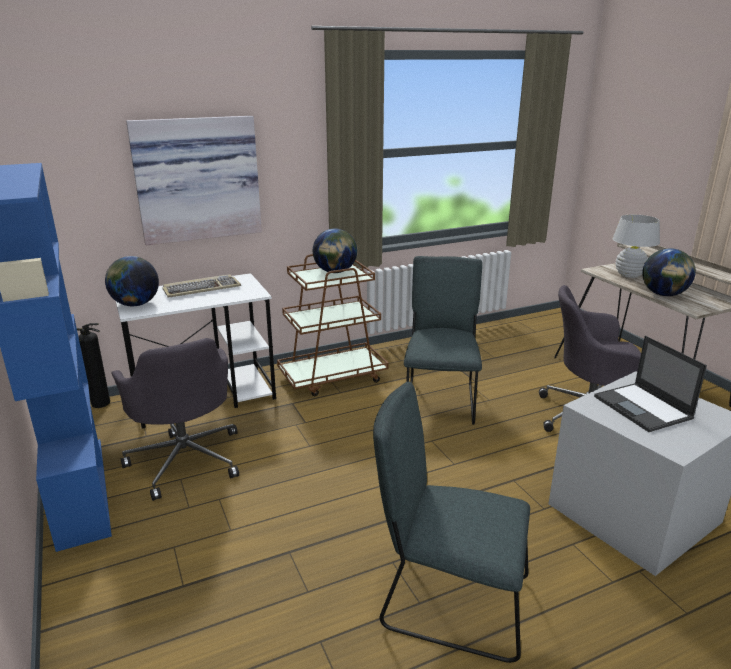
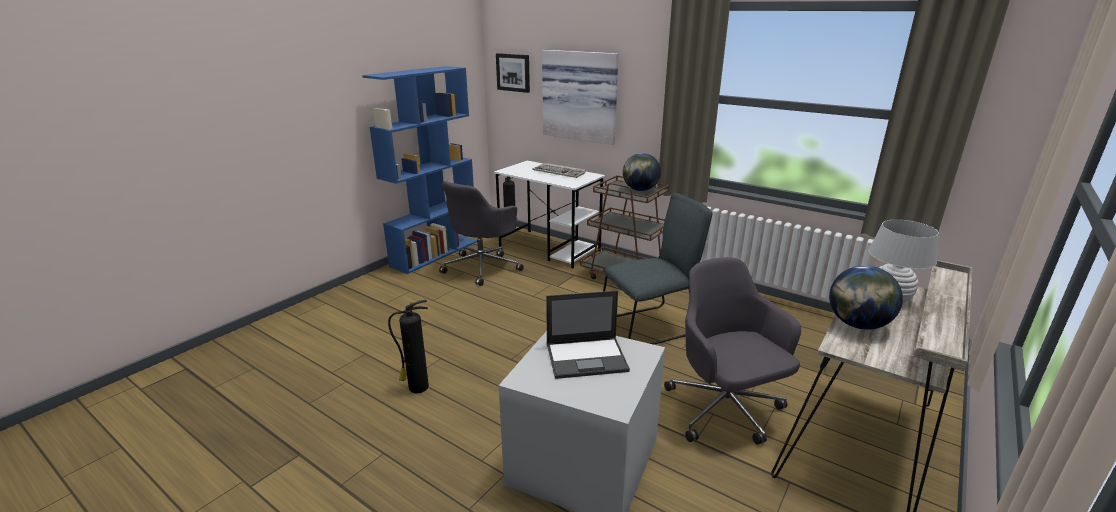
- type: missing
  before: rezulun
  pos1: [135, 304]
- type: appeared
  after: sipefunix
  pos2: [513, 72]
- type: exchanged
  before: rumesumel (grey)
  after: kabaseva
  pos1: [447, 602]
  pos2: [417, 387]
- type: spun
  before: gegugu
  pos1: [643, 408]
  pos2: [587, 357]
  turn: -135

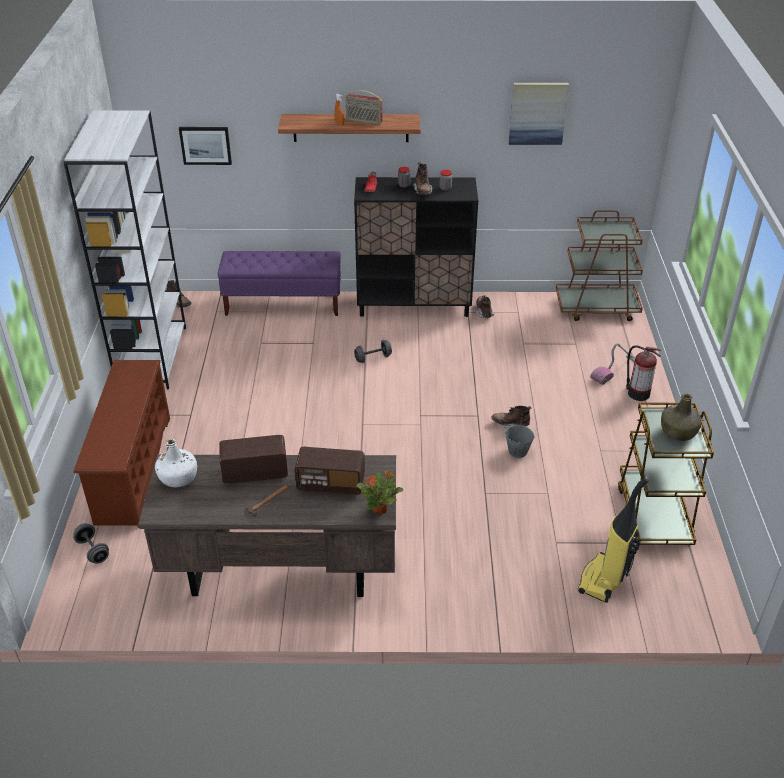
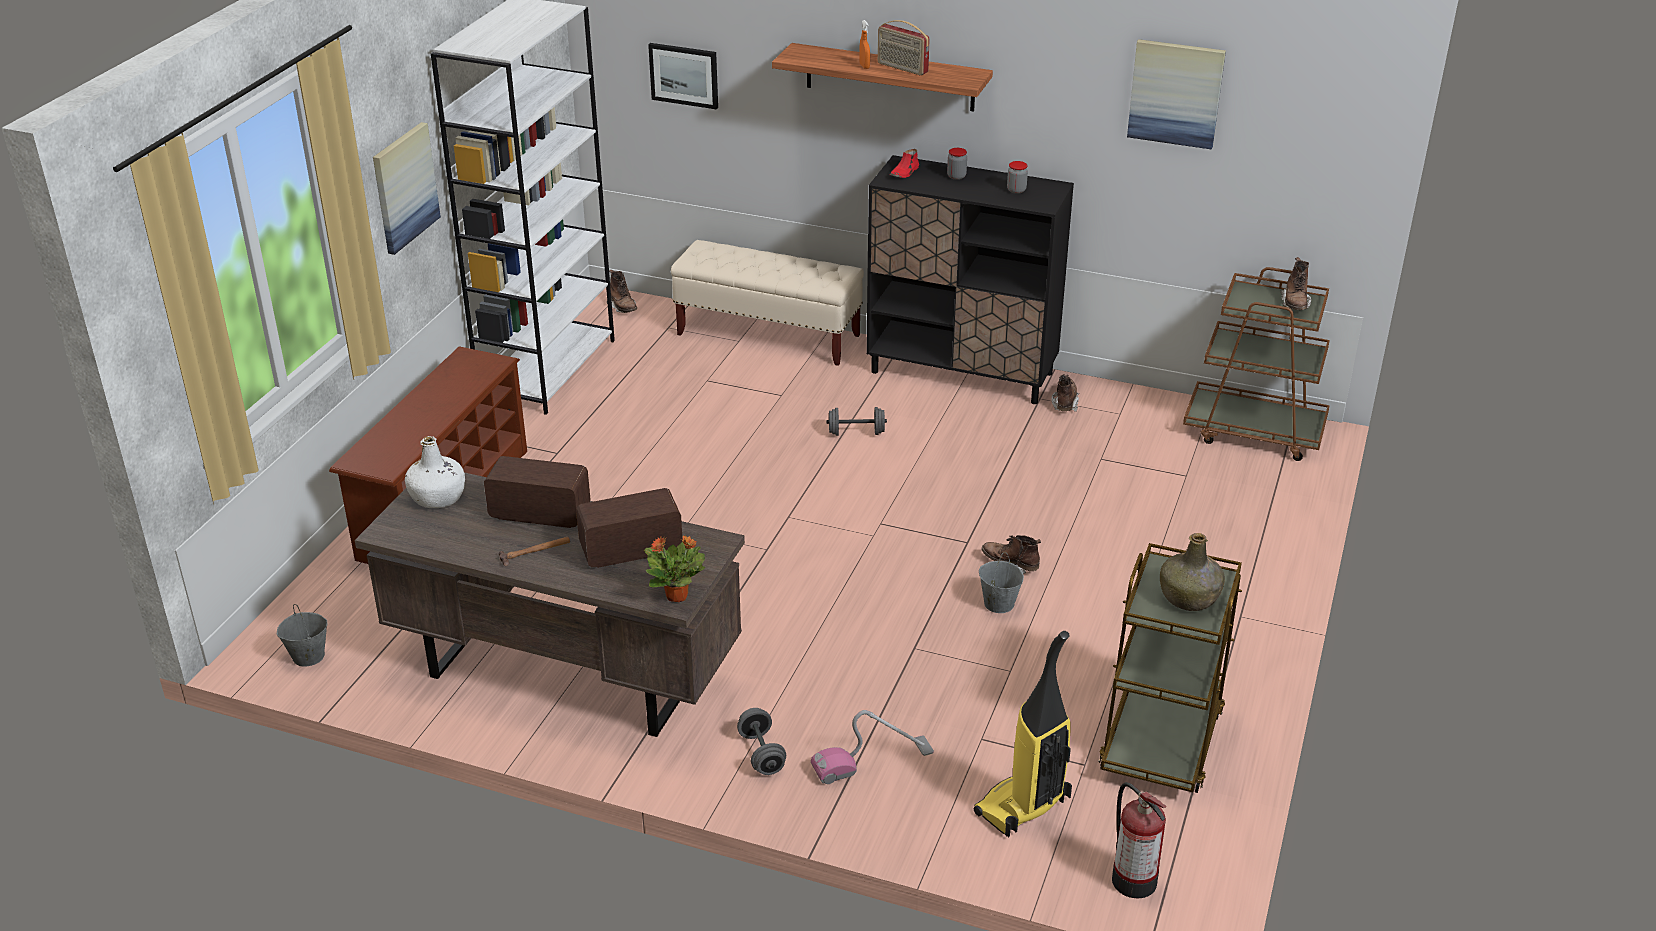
- type: appeared
  after: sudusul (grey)
  pos2: [308, 656]
- type: appeared
  after: sipefunix
  pos2: [404, 187]
- type: relocated
  before: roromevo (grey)
  pos1: [93, 550]
  pos2: [761, 754]
- type: relocated
  before: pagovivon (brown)
  pos1: [423, 191]
  pos2: [1295, 304]
- type: relocated
  before: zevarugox
  pos1: [615, 370]
  pos2: [872, 761]
- type: relocated
  before: kabaseva
  pos1: [637, 393]
  pos2: [1132, 878]
- type: colour
  before: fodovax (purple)
  after: fodovax (beige)
  pos1: [283, 304]
  pos2: [769, 336]
- type: spun
  before: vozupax
  pos1: [331, 483]
  pos2: [631, 550]
  turn: 135

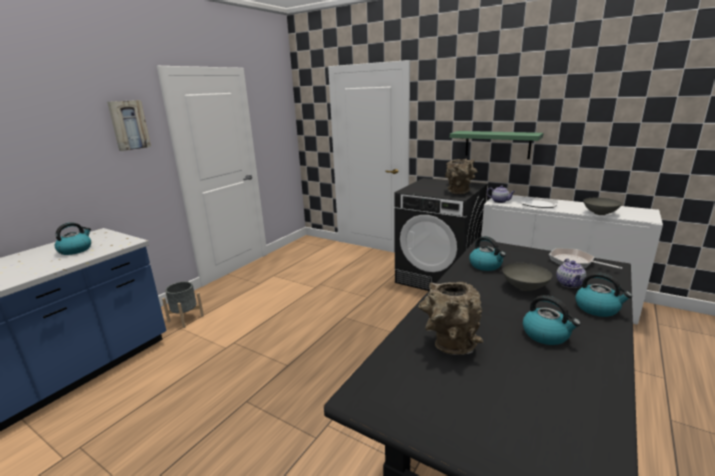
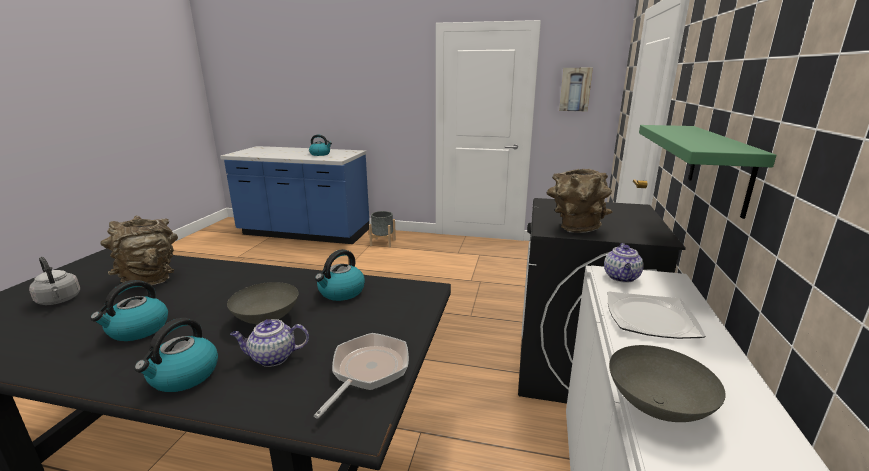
- type: appeared
  after: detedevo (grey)
  pos2: [59, 300]
- type: relocated
  before: sipefunix
  pos1: [128, 125]
  pos2: [575, 89]

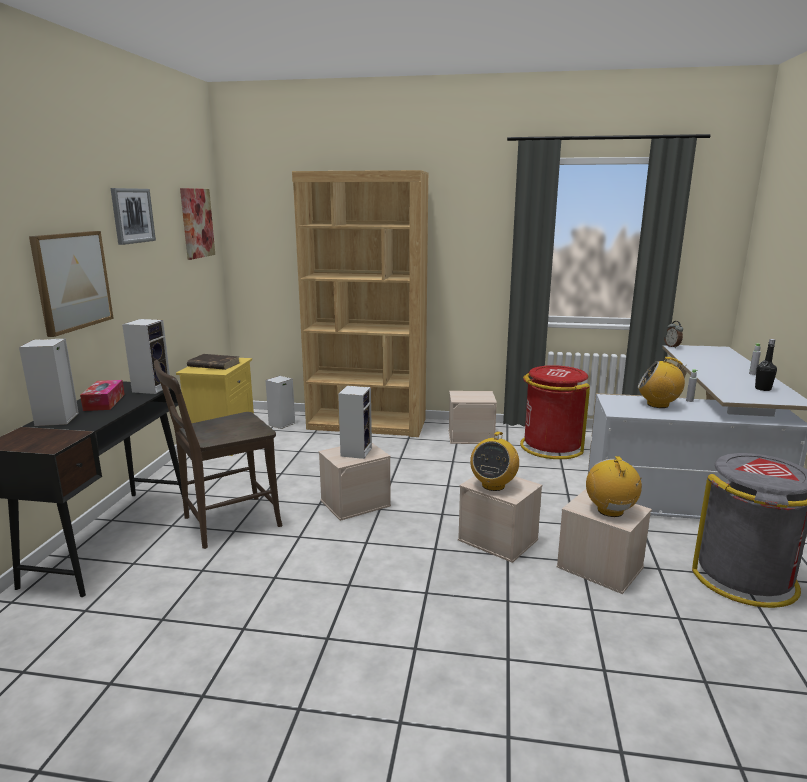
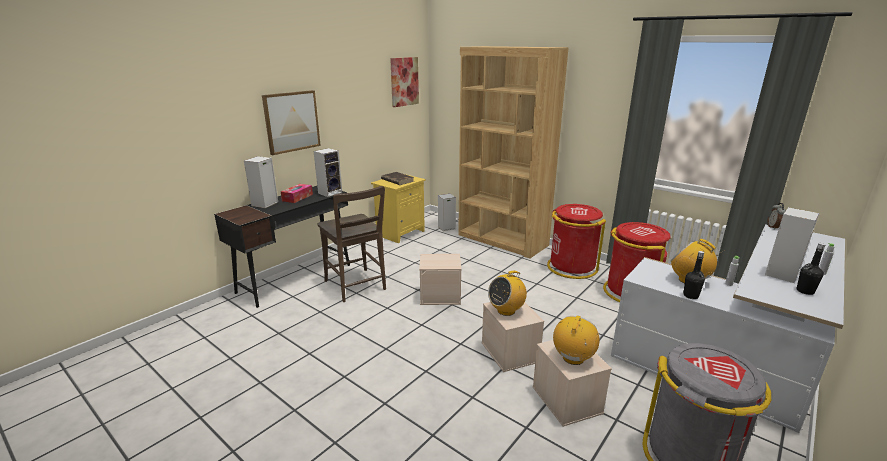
- type: missing
  before: sipefunix
  pos1: [132, 215]
- type: appeared
  after: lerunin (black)
  pos2: [690, 296]
- type: relocated
  before: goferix
  pos1: [356, 451]
  pos2: [781, 273]
- type: exchanged
  before: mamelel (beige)
  after: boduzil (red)
  pos1: [471, 436]
  pos2: [571, 267]
- type: spun
  before: rumesumel (brown)
  pos1: [226, 523]
  pos2: [356, 286]
  turn: -120

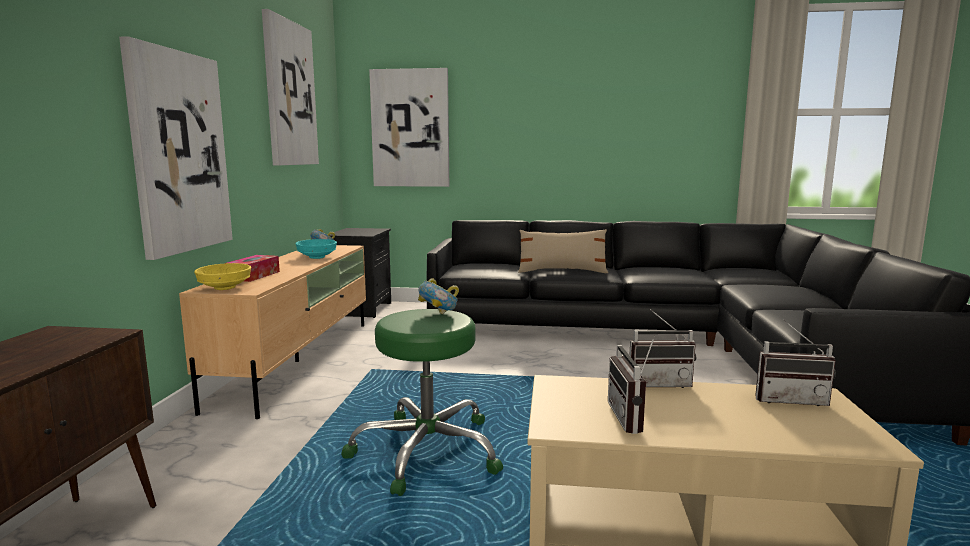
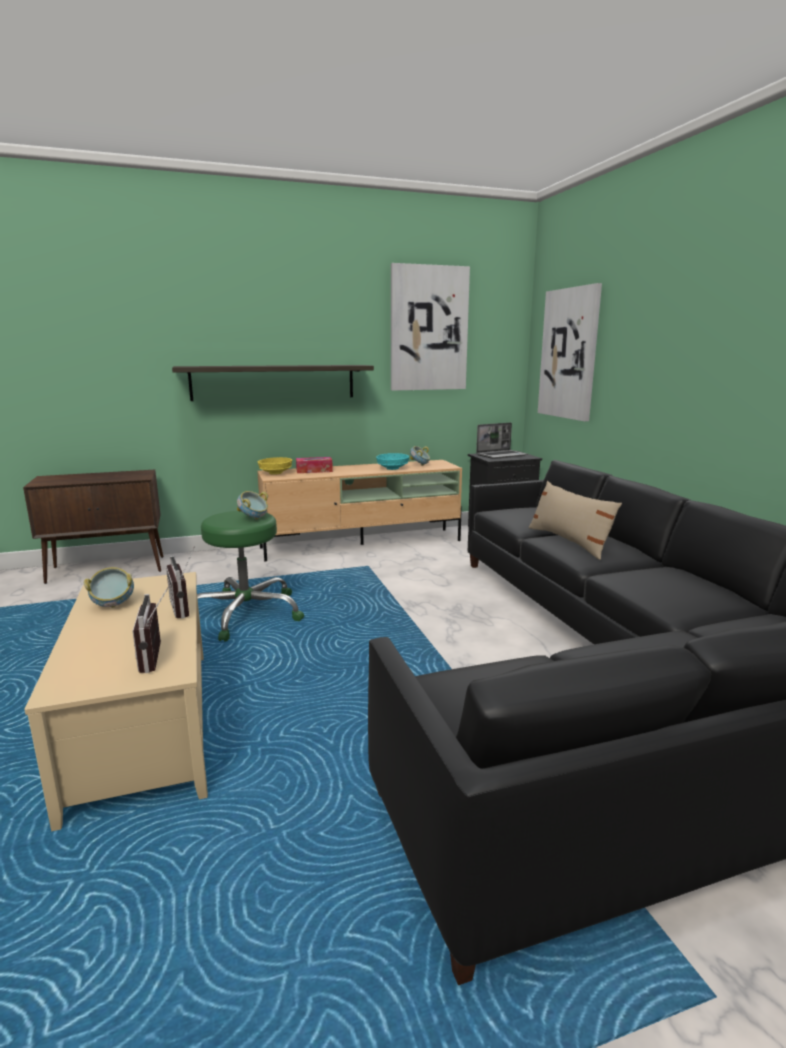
- type: appeared
  after: gegugu
  pos2: [501, 455]
- type: exchanged
  before: sipefunix
  after: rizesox
  pos1: [179, 152]
  pos2: [273, 382]
- type: exchanged
  before: vozupax
  after: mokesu
  pos1: [633, 418]
  pos2: [113, 605]

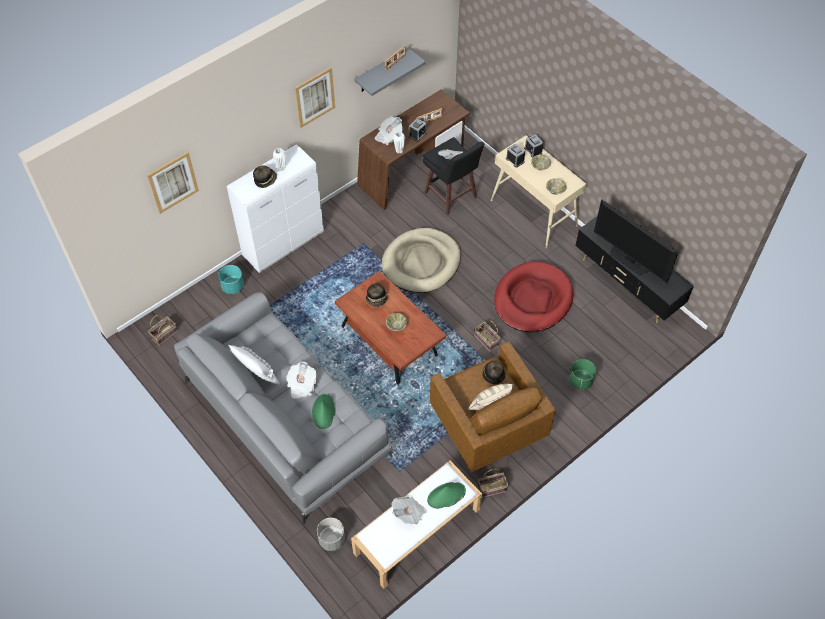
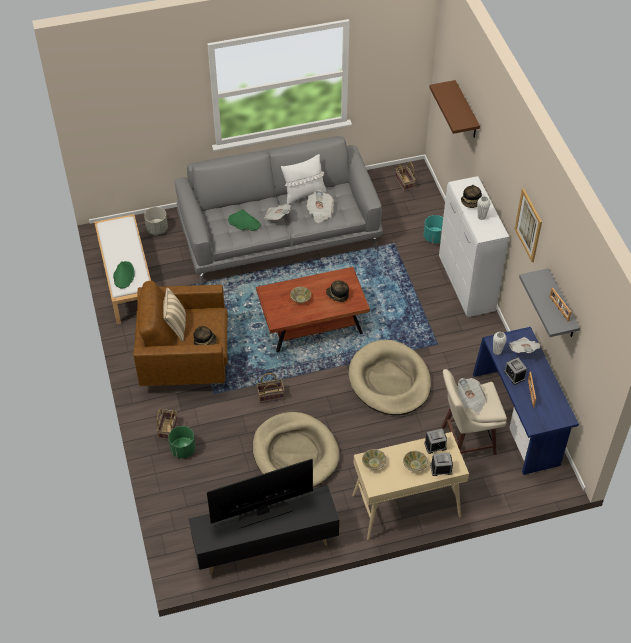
- type: relocated
  before: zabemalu
  pos1: [409, 513]
  pos2: [320, 212]
- type: relocated
  before: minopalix
  pos1: [491, 489]
  pos2: [167, 428]
- type: exchanged
  before: sipefunix
  after: rizesox (brown)
  pos1: [173, 182]
  pos2: [466, 111]
- type: colour
  before: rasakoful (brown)
  after: rasakoful (blue)
  pos1: [412, 171]
  pos2: [518, 419]
- type: colour
  before: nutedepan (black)
  after: nutedepan (beige)
  pos1: [451, 196]
  pos2: [466, 440]
- type: colour
  before: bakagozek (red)
  after: bakagozek (beige)
  pos1: [532, 299]
  pos2: [295, 453]

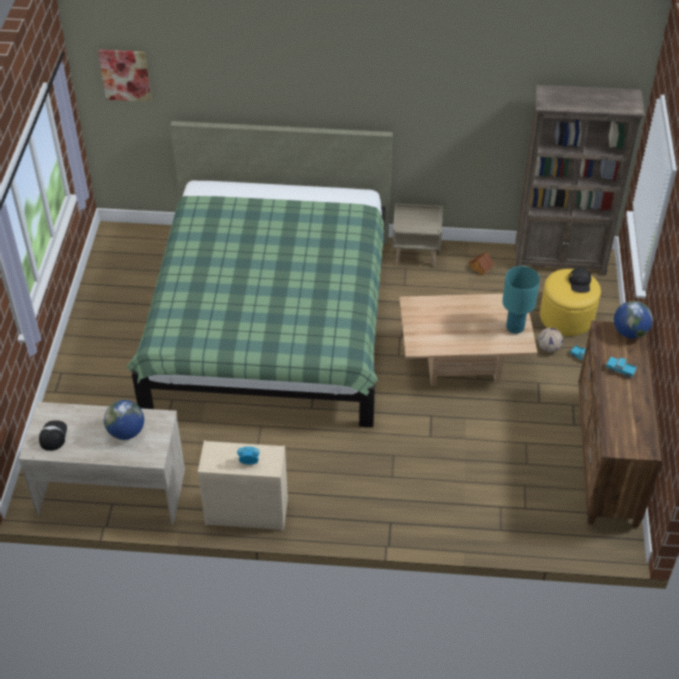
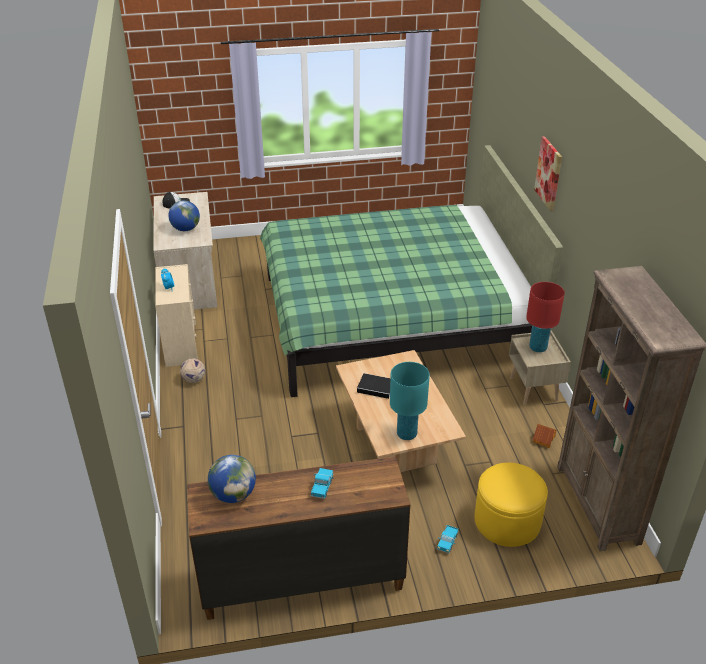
- type: missing
  before: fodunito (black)
  pos1: [580, 282]
- type: appeared
  after: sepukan
  pos2: [377, 388]
- type: appeared
  after: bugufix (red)
  pos2: [538, 348]
- type: relocated
  before: sipefunix
  pos1: [125, 75]
  pos2: [549, 173]
- type: relocated
  before: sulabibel
  pos1: [549, 348]
  pos2: [194, 380]
- type: relocated
  before: rezulun
  pos1: [629, 332]
  pos2: [233, 494]

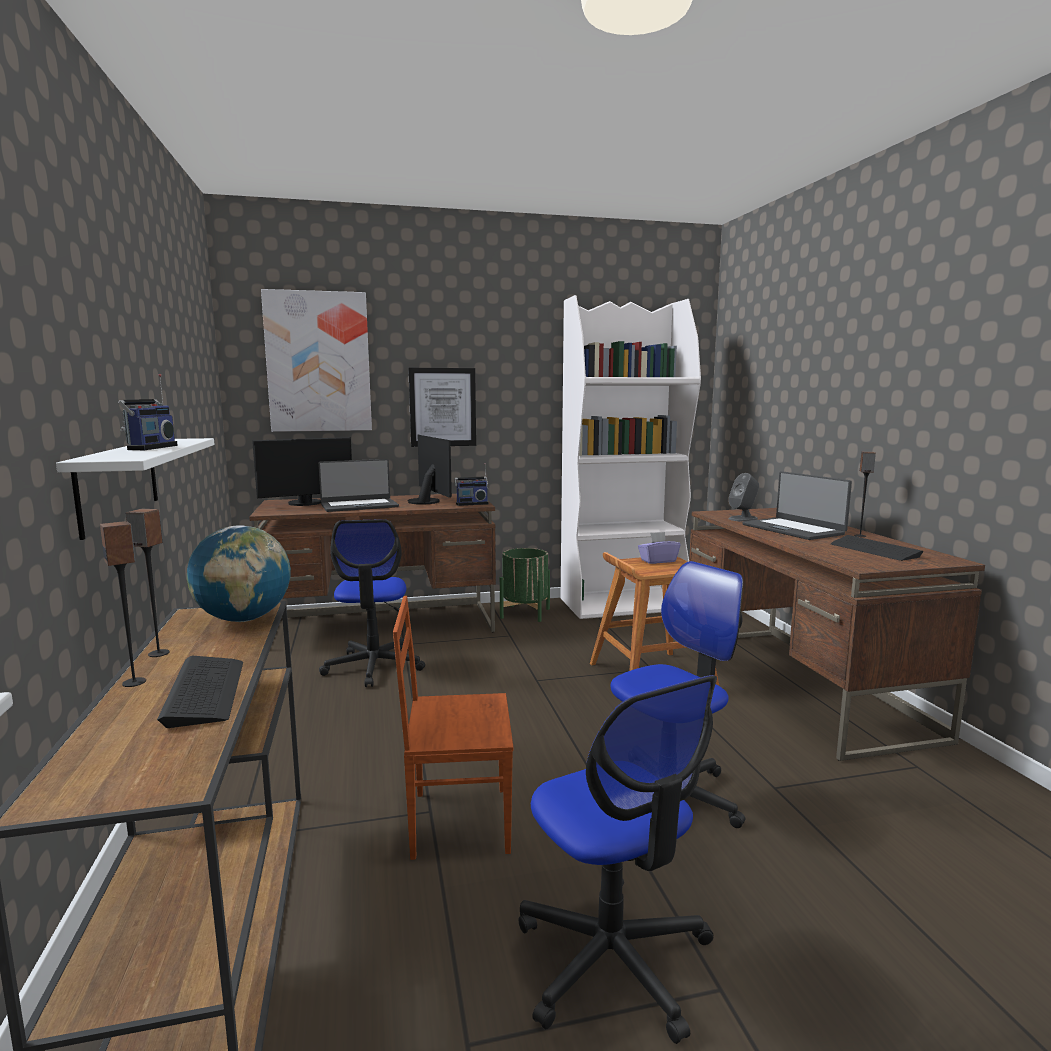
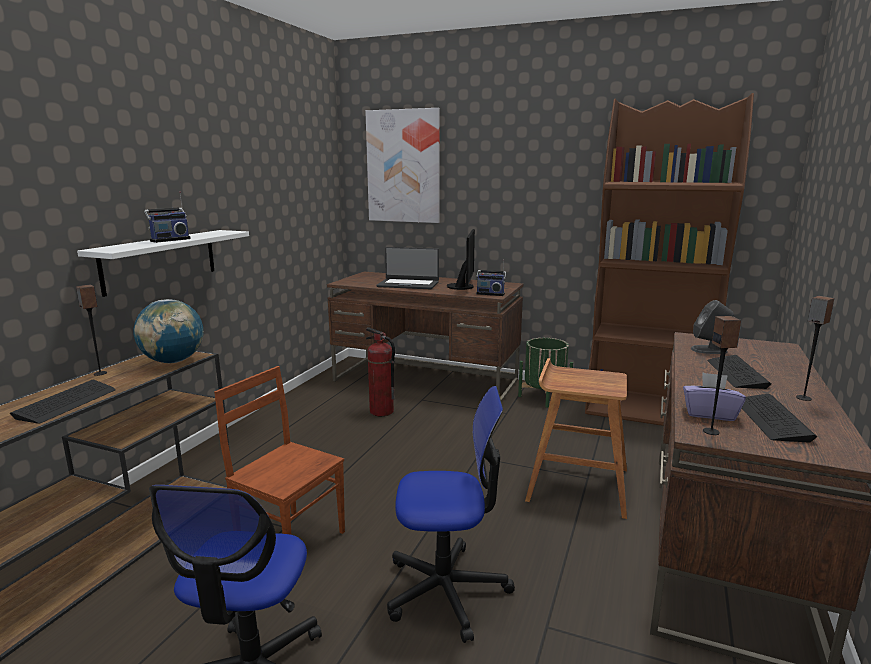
- type: missing
  before: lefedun
  pos1: [306, 503]
- type: missing
  before: sipefunix
  pos1: [442, 407]
- type: relocated
  before: goferix
  pos1: [134, 682]
  pos2: [711, 431]
- type: relocated
  before: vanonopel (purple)
  pos1: [658, 561]
  pos2: [709, 414]
- type: exchanged
  before: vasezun
  after: kabaseva
  pos1: [374, 666]
  pos2: [381, 411]
- type: exchanged
  before: gegugu
  after: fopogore
  pos1: [793, 529]
  pos2: [736, 373]
- type: colour
  before: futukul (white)
  after: futukul (brown)
  pos1: [623, 604]
  pos2: [647, 410]

